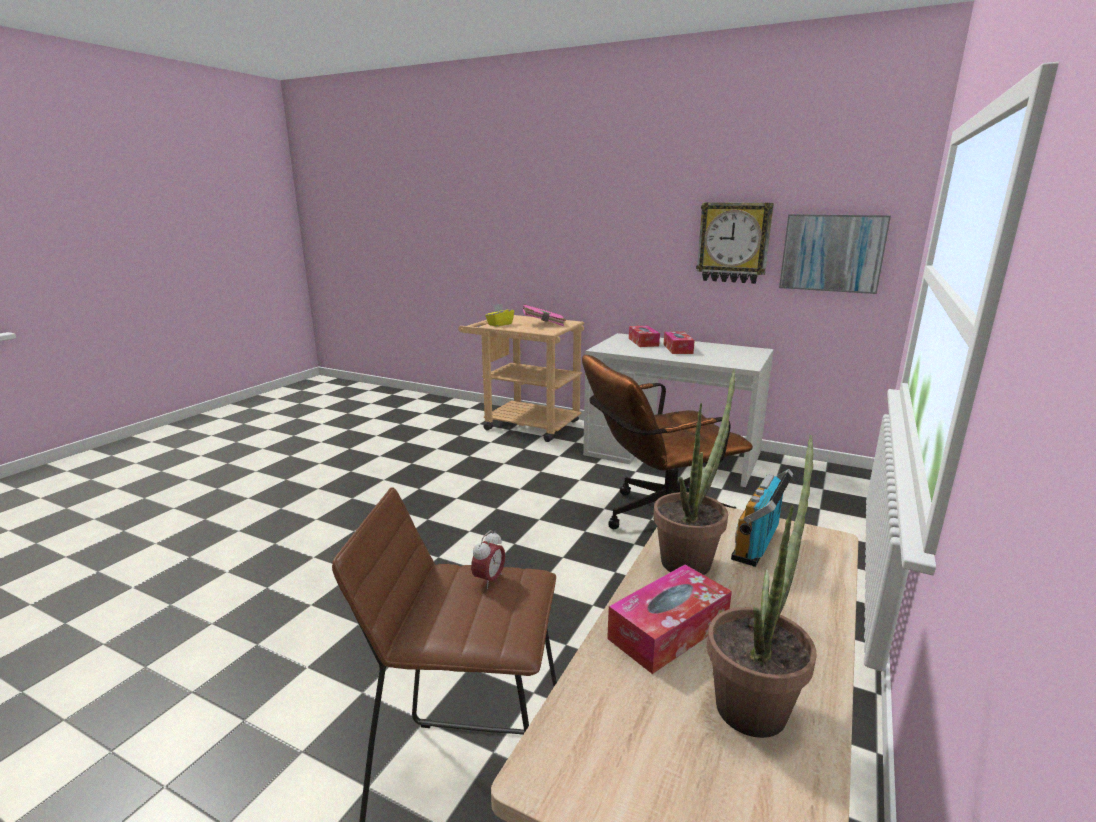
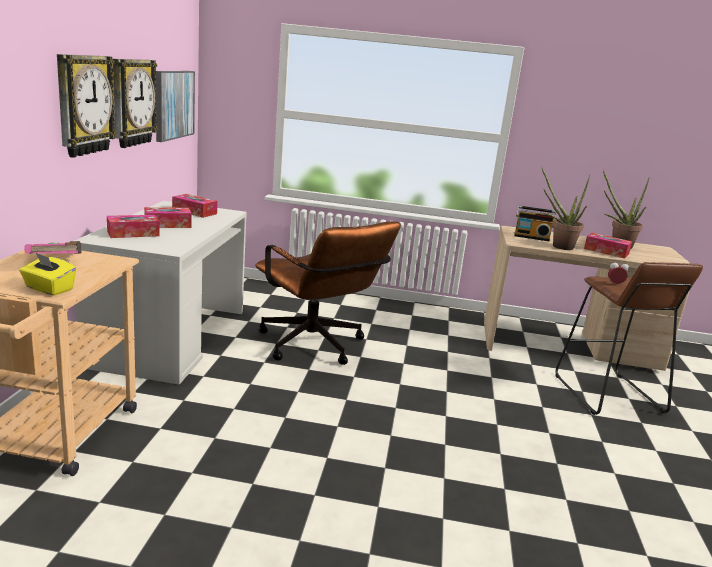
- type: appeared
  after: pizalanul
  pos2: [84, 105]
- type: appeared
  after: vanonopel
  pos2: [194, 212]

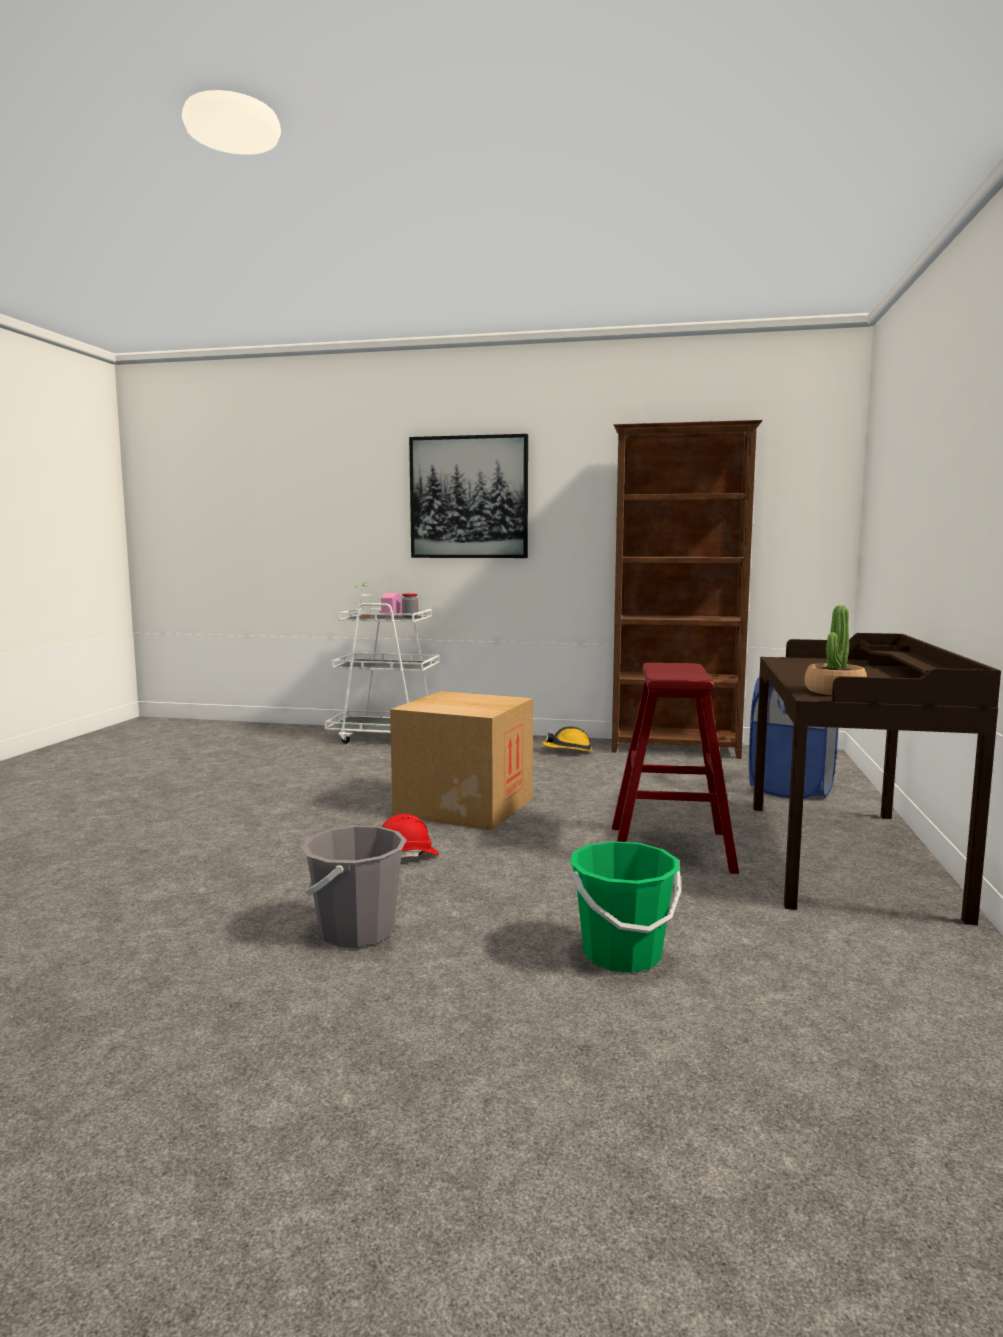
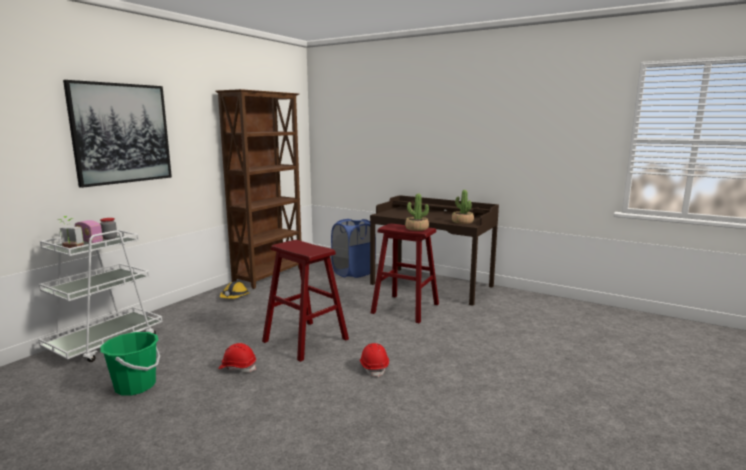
- type: missing
  before: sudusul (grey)
  pos1: [356, 932]
- type: appeared
  after: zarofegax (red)
  pos2: [238, 367]
- type: appeared
  after: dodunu
  pos2: [416, 228]
- type: relocated
  before: sudusul (green)
  pos1: [622, 954]
  pos2: [135, 386]
- type: exchanged
  before: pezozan
  after: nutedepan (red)
  pos1: [464, 806]
  pos2: [305, 340]

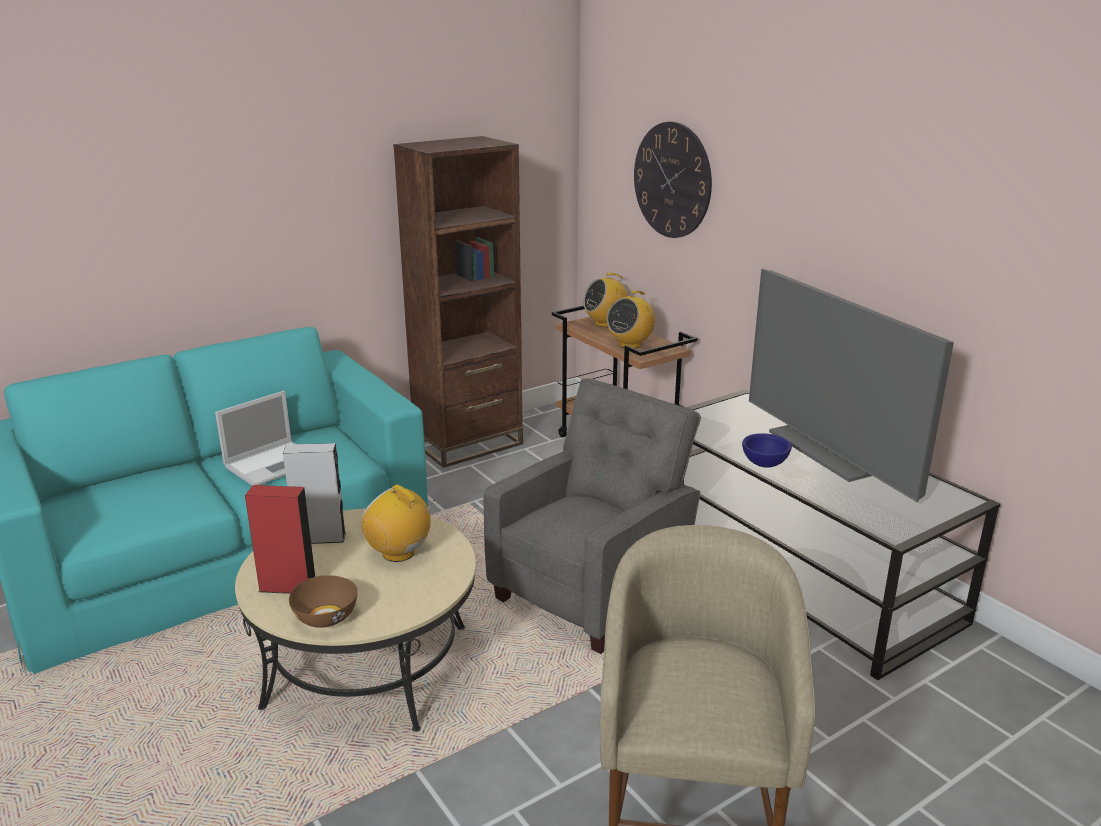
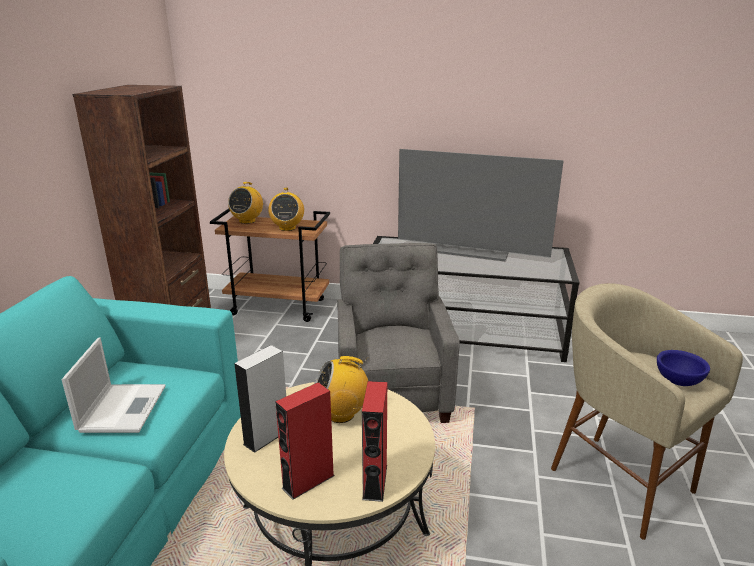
- type: missing
  before: pizalanul
  pos1: [672, 180]
- type: relocated
  before: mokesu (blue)
  pos1: [765, 464]
  pos2: [679, 381]
- type: exchanged
  before: mokesu (brown)
  after: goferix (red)
  pos1: [326, 617]
  pos2: [375, 482]

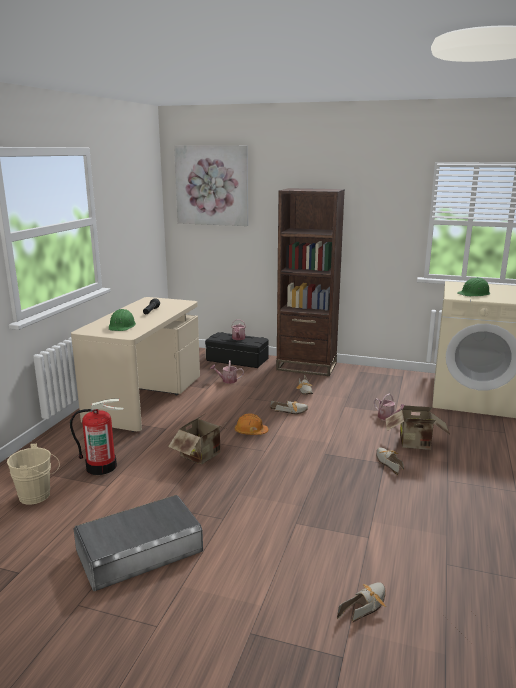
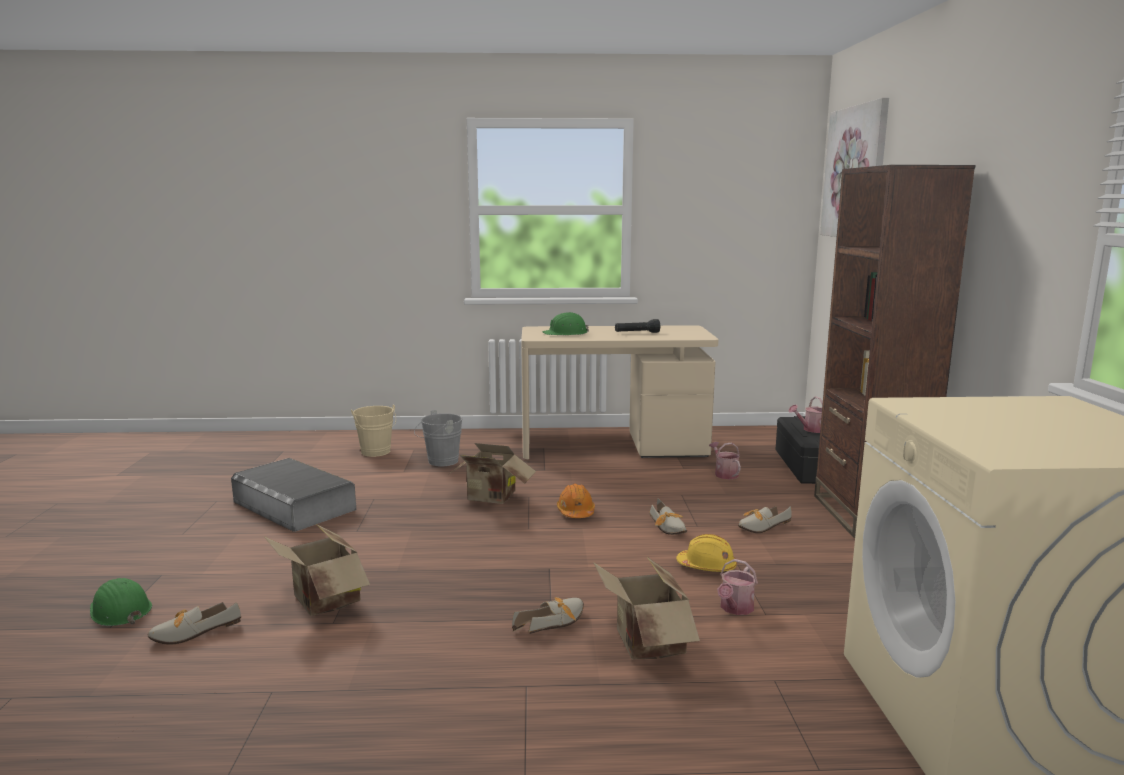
- type: appeared
  after: pezozan
  pos2: [322, 602]
- type: appeared
  after: zarofegax (yellow)
  pos2: [707, 566]
- type: relocated
  before: zarofegax (green)
  pos1: [474, 293]
  pos2: [120, 611]
- type: exchanged
  before: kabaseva
  after: sudusul (grey)
  pos1: [101, 466]
  pos2: [440, 462]
- type: spun
  before: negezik
  pos1: [365, 606]
  pos2: [190, 633]
  turn: 120

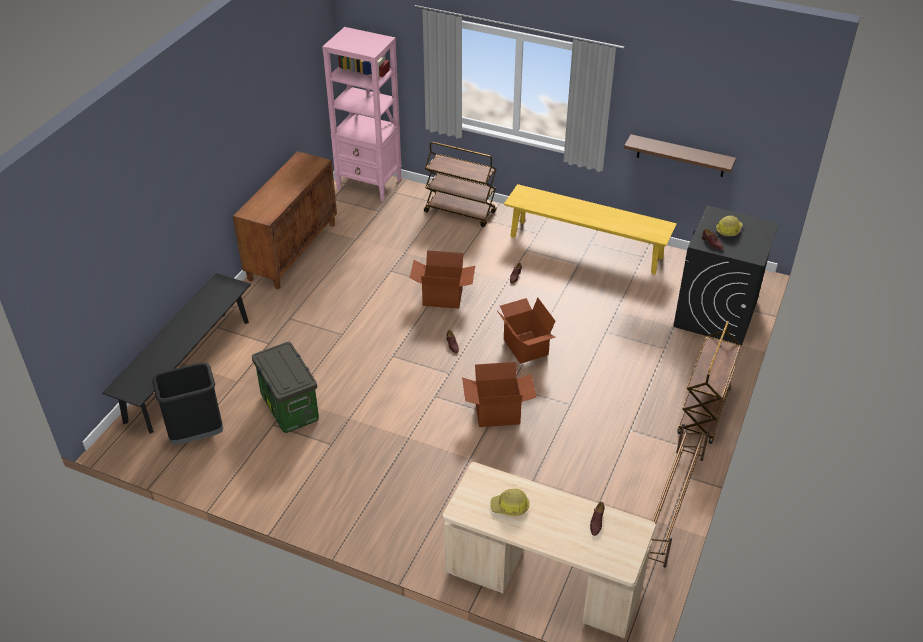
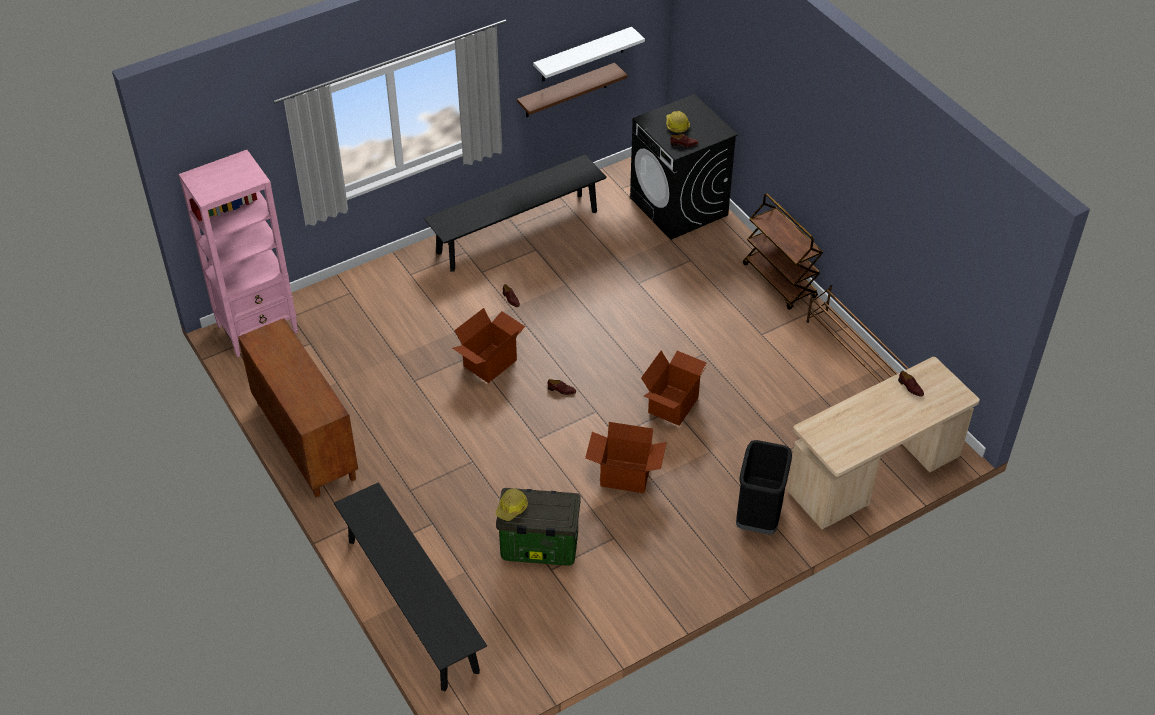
- type: missing
  before: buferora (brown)
  pos1: [460, 212]
- type: appeared
  after: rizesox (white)
  pos2: [583, 55]
- type: relocated
  before: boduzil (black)
  pos1: [196, 434]
  pos2: [759, 517]
- type: relocated
  before: zarofegax
  pos1: [510, 506]
  pos2: [512, 508]
- type: relocated
  before: pezozan
  pos1: [525, 347]
  pos2: [625, 476]
- type: colour
  before: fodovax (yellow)
  after: fodovax (black)
  pos1: [586, 247]
  pos2: [517, 232]

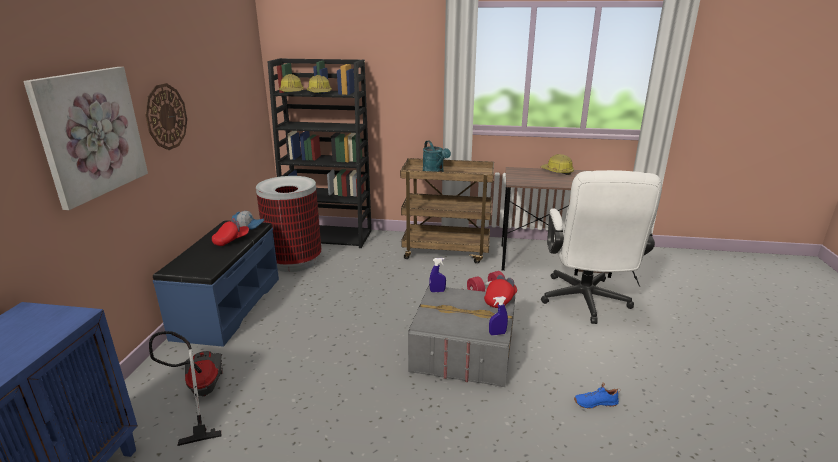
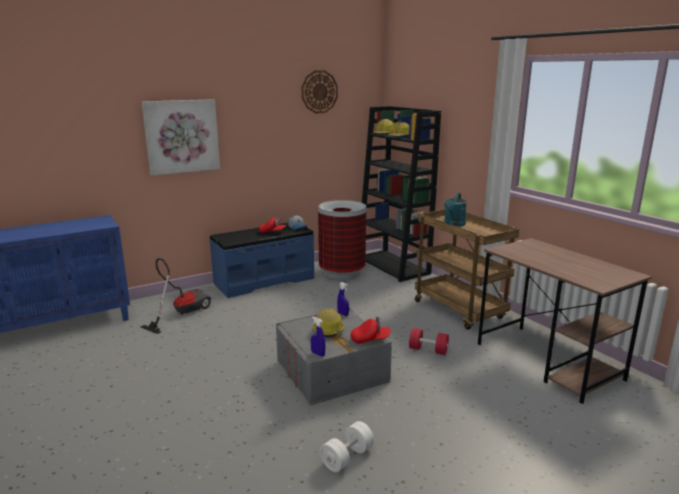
- type: missing
  before: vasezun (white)
  pos1: [585, 303]
- type: relocated
  before: pizalanul
  pos1: [166, 116]
  pos2: [319, 92]
- type: relocated
  before: zarofegax
  pos1: [557, 171]
  pos2: [328, 329]
- type: exchanged
  before: negezik (blue)
  after: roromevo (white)
  pos1: [595, 402]
  pos2: [347, 457]

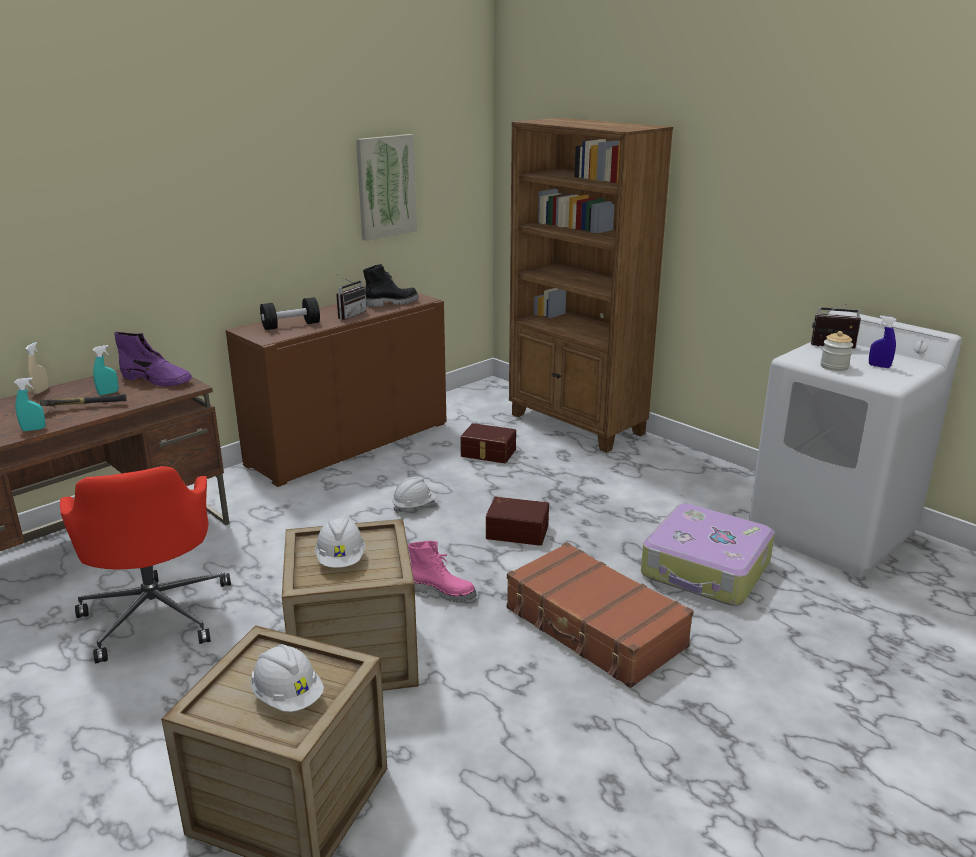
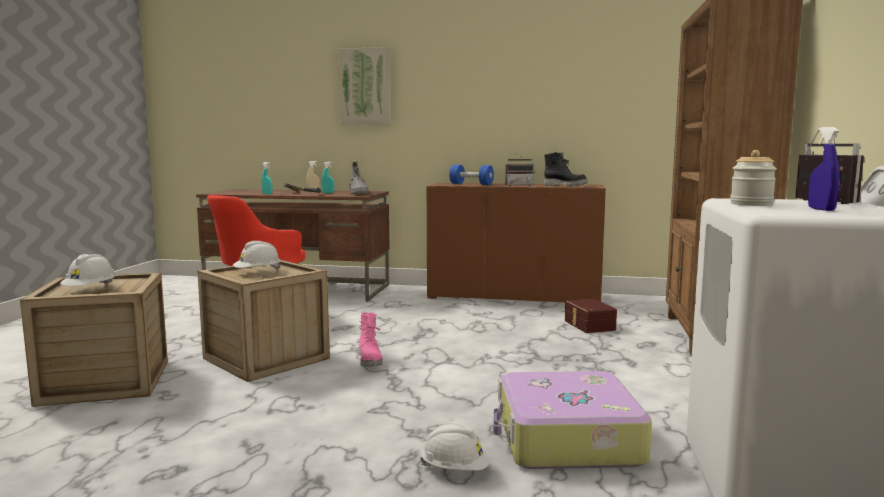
- type: missing
  before: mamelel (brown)
  pos1: [517, 531]
- type: missing
  before: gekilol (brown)
  pos1: [594, 628]
- type: relocated
  before: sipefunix
  pos1: [386, 186]
  pos2: [365, 87]
- type: relocated
  before: zarofegax (white)
  pos1: [414, 506]
  pos2: [455, 470]
- type: colour
  before: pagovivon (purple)
  after: pagovivon (grey)
  pos1: [157, 380]
  pos2: [359, 193]
- type: colour
  before: roromevo (black)
  after: roromevo (blue)
  pos1: [291, 326]
  pos2: [471, 184]

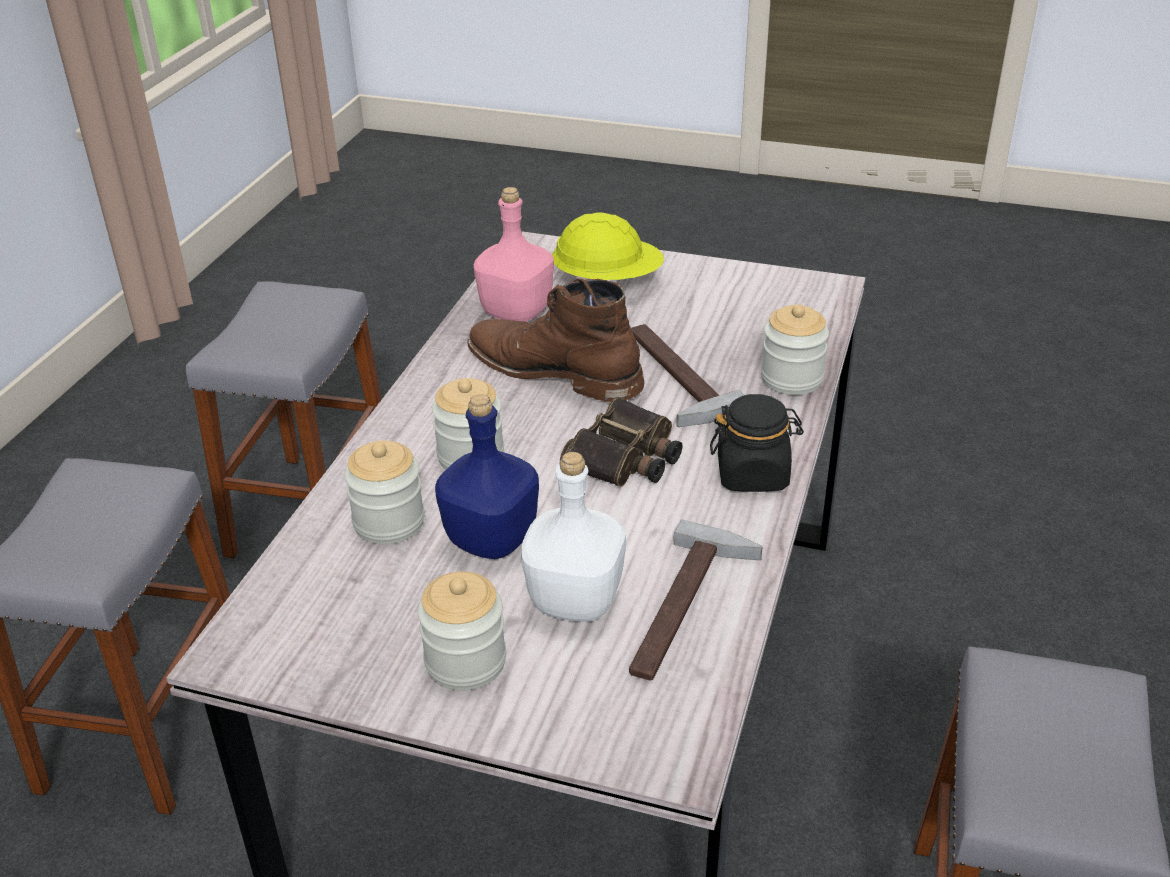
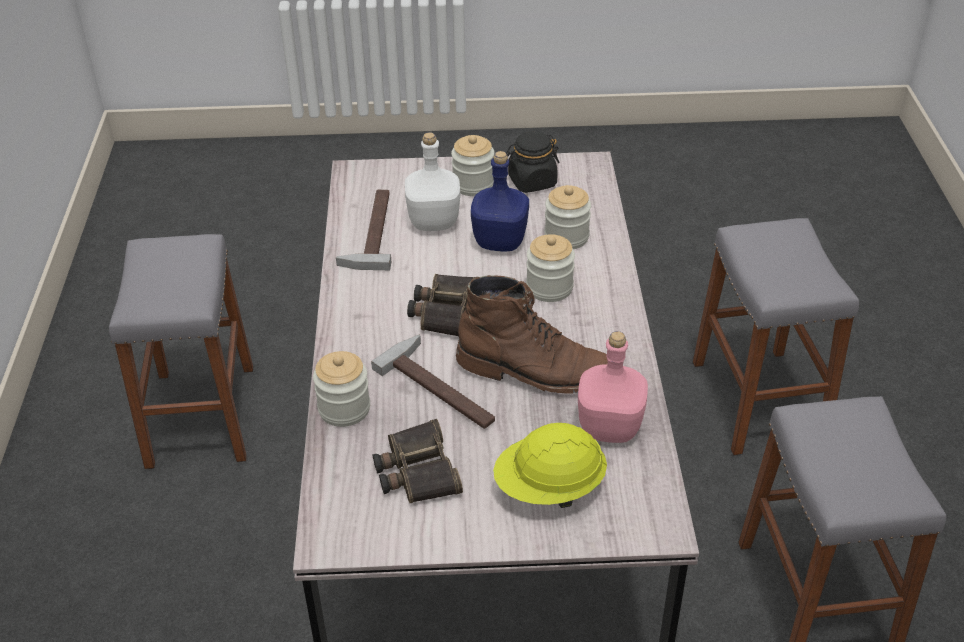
- type: appeared
  after: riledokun
  pos2: [416, 471]
- type: relocated
  before: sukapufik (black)
  pos1: [753, 474]
  pos2: [532, 182]

